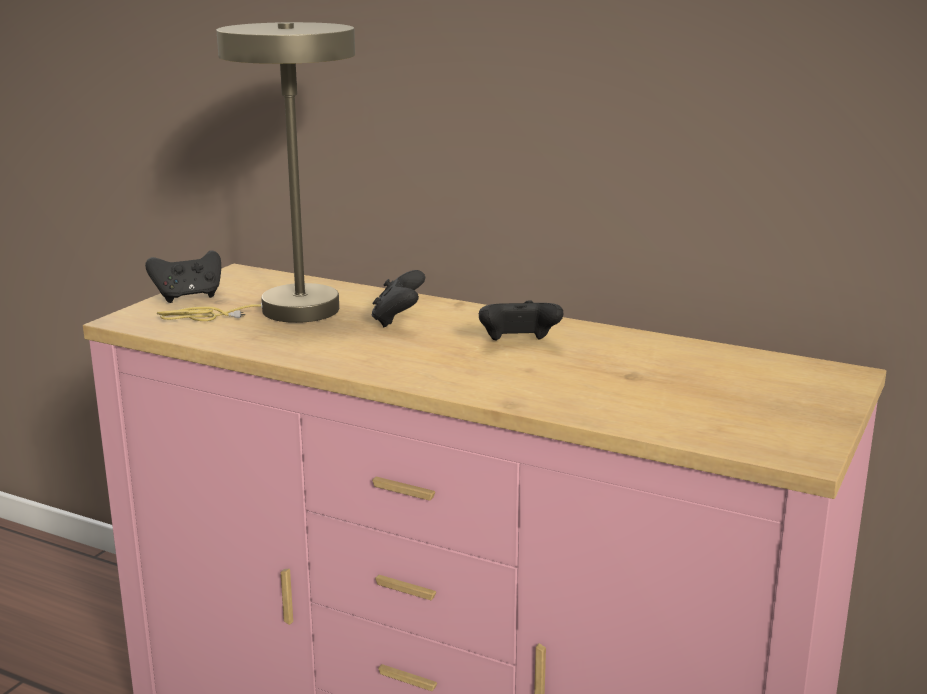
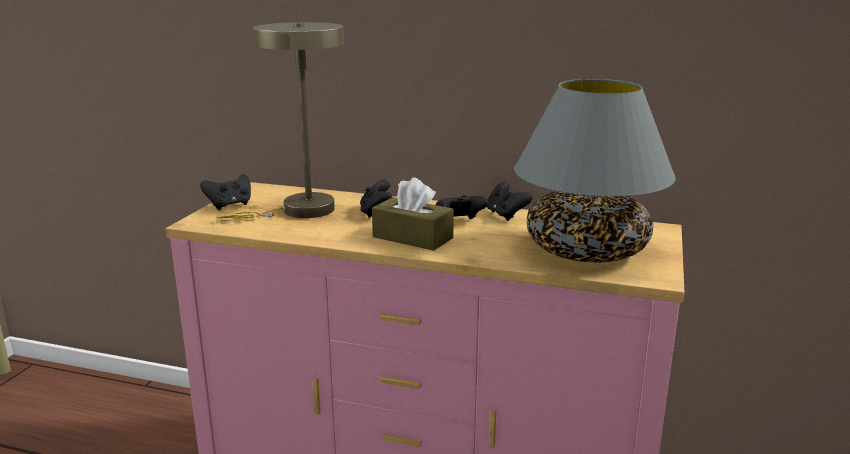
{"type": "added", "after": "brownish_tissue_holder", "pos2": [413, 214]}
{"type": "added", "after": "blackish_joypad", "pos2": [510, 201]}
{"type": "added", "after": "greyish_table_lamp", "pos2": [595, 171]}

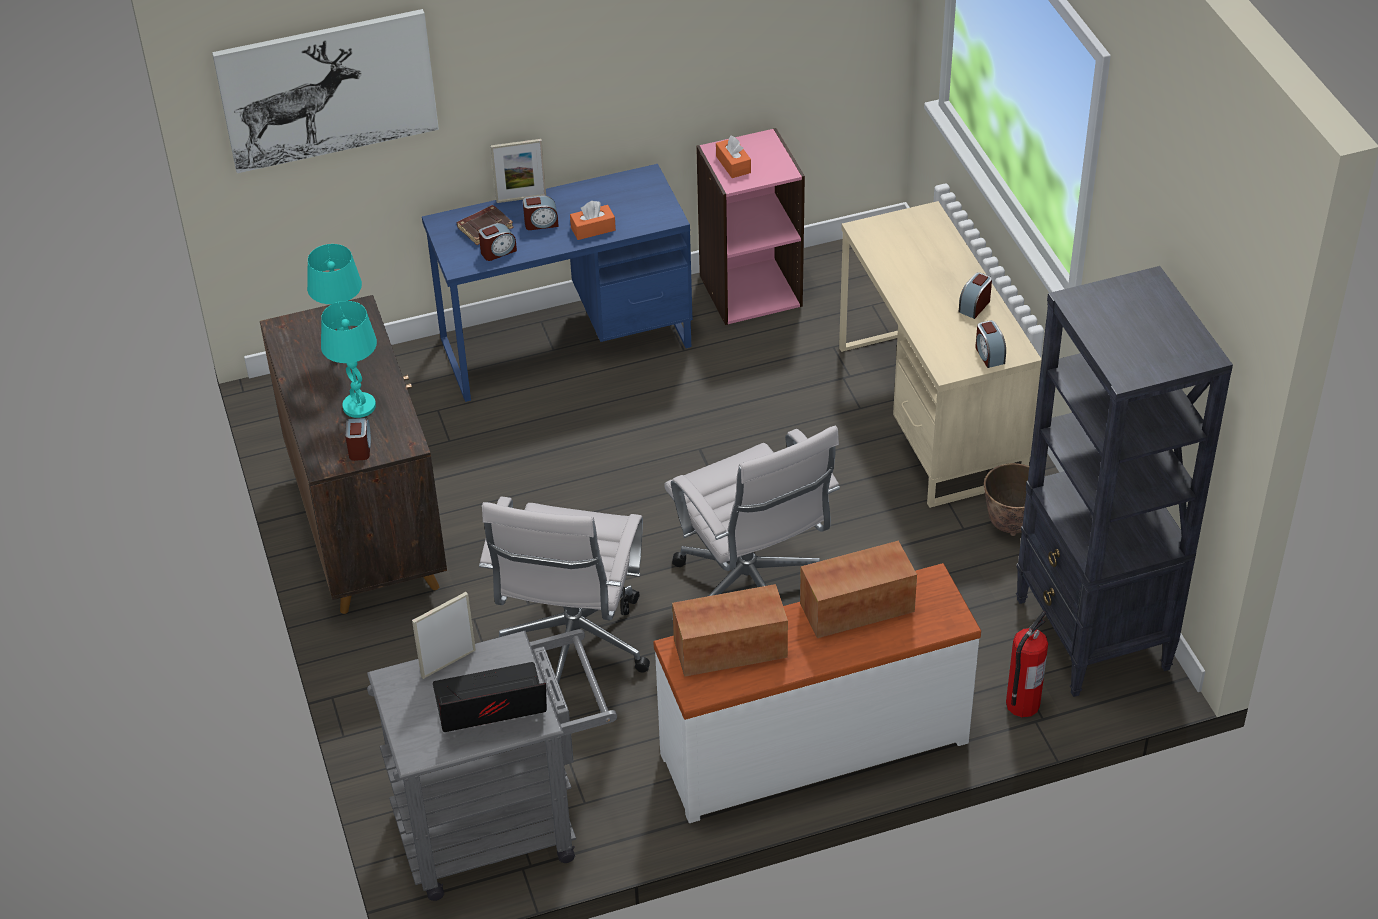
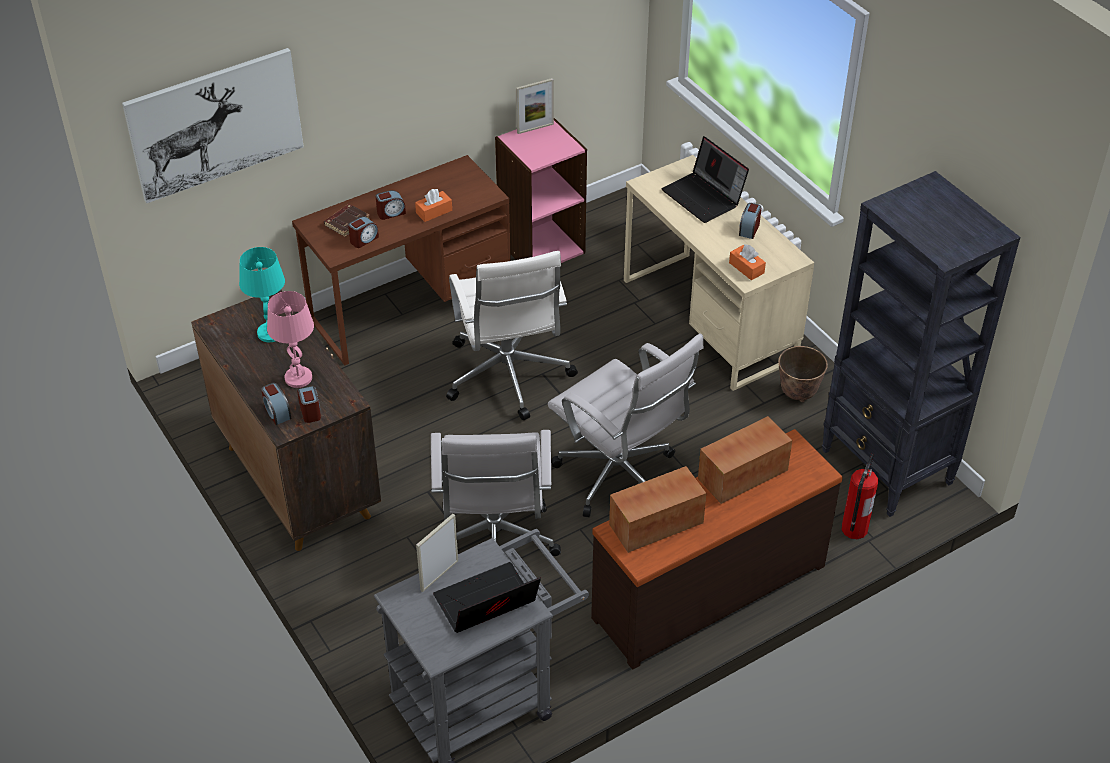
{"type": "recoloured", "before": "blue-green_table_lamp", "after": "pinkish_table_lamp", "pos1": [349, 359], "pos2": [290, 339]}
{"type": "recoloured", "before": "bluish_desk_table", "after": "brownish_desk_table", "pos1": [557, 283], "pos2": [401, 260]}
{"type": "moved", "before": "picture_frame", "pos1": [518, 171], "pos2": [535, 106]}
{"type": "recoloured", "before": "white_chest_of_drawers", "after": "brownish_chest_of_drawers", "pos1": [817, 693], "pos2": [717, 549]}
{"type": "moved", "before": "orangey_tissue_holder", "pos1": [733, 157], "pos2": [747, 262]}
{"type": "moved", "before": "alarm_clock", "pos1": [990, 344], "pos2": [276, 404]}
{"type": "added", "after": "white_desk_chair", "pos2": [512, 335]}
{"type": "added", "after": "portable_computer", "pos2": [705, 179]}

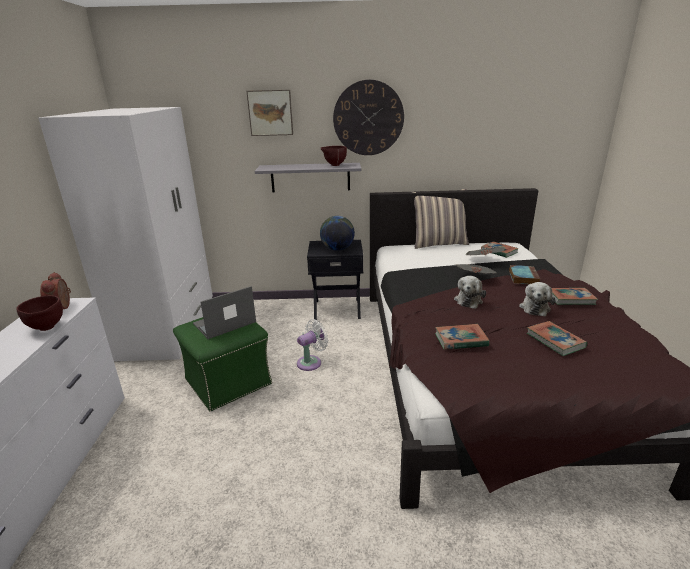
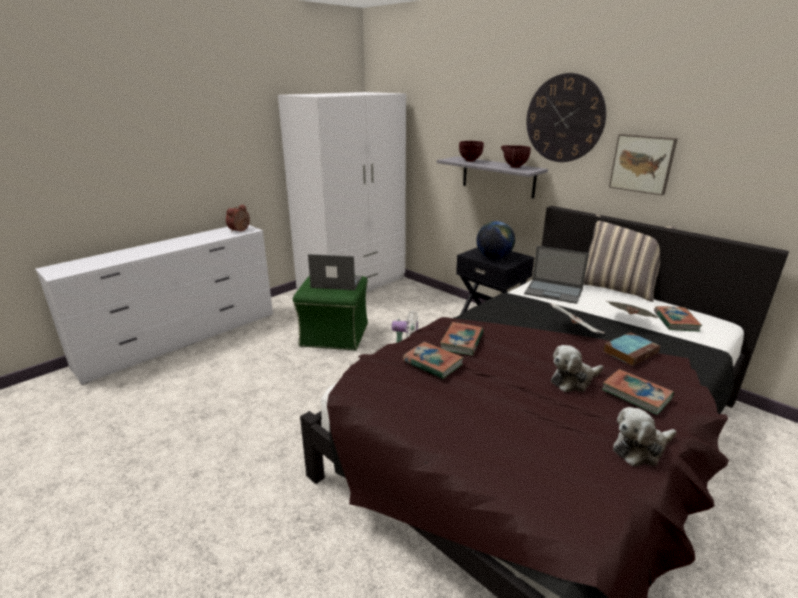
{"type": "moved", "before": "brownish_deep_dish", "pos1": [39, 313], "pos2": [471, 151]}
{"type": "moved", "before": "wall_picture", "pos1": [270, 113], "pos2": [643, 164]}
{"type": "moved", "before": "cuddly_toy", "pos1": [470, 292], "pos2": [644, 436]}
{"type": "moved", "before": "volume", "pos1": [557, 338], "pos2": [462, 338]}
{"type": "added", "after": "portable_computer", "pos2": [556, 275]}

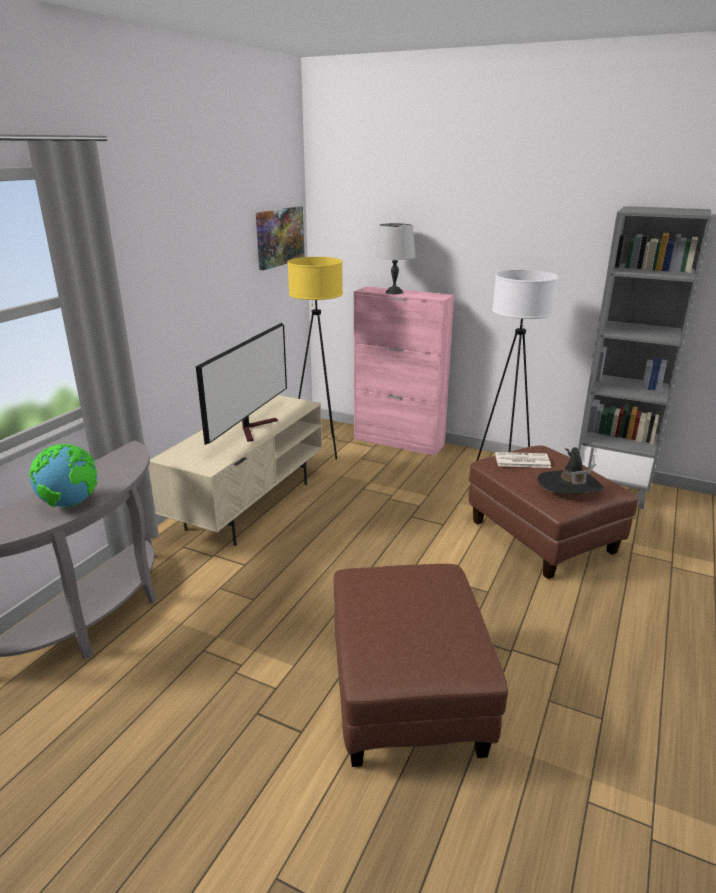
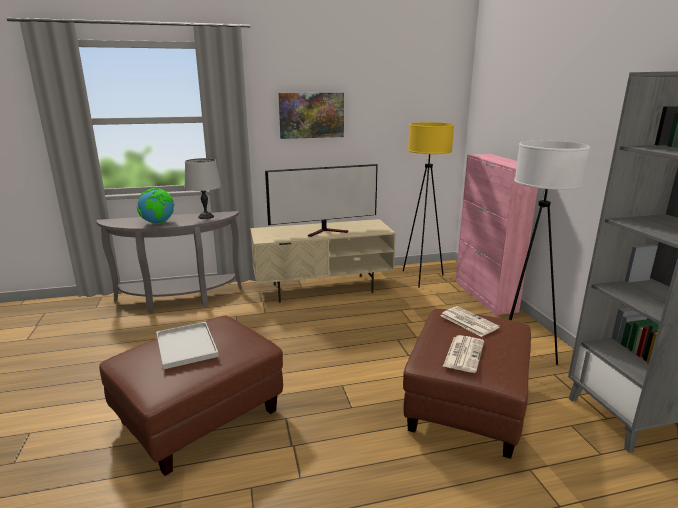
{"type": "moved", "before": "wall_picture", "pos1": [280, 238], "pos2": [311, 116]}
{"type": "moved", "before": "greyish_table_lamp", "pos1": [395, 258], "pos2": [202, 188]}
{"type": "replaced", "before": "blackish_clothing_hat", "after": "newspaper", "pos1": [570, 470], "pos2": [463, 354]}
{"type": "added", "after": "white_carrying_tray", "pos2": [187, 346]}

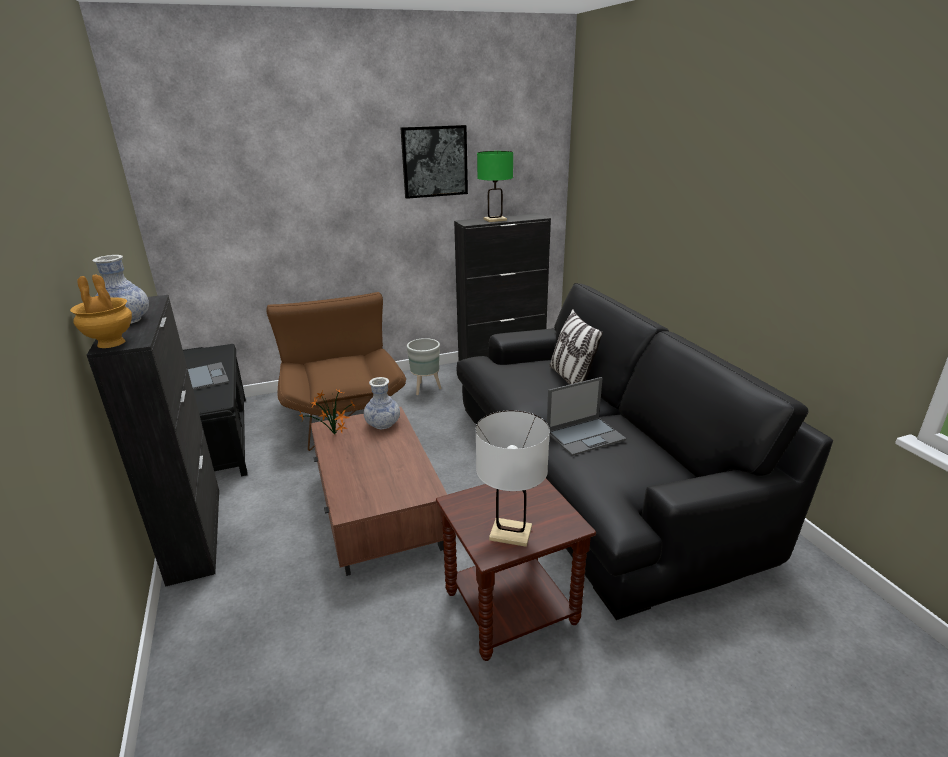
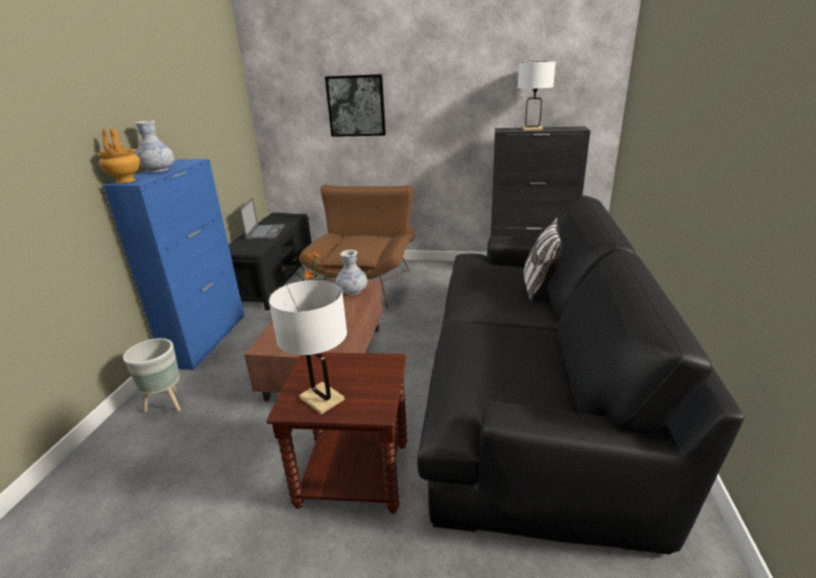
{"type": "recoloured", "before": "blackish_cupboard", "after": "bluish_cupboard", "pos1": [153, 441], "pos2": [173, 264]}
{"type": "moved", "before": "wall_picture", "pos1": [434, 162], "pos2": [355, 105]}
{"type": "moved", "before": "greyish_plant_pot", "pos1": [424, 366], "pos2": [152, 375]}
{"type": "recoloured", "before": "green_table_lamp", "after": "white_table_lamp", "pos1": [495, 186], "pos2": [537, 96]}
{"type": "removed", "before": "portable_computer", "pos1": [586, 416]}

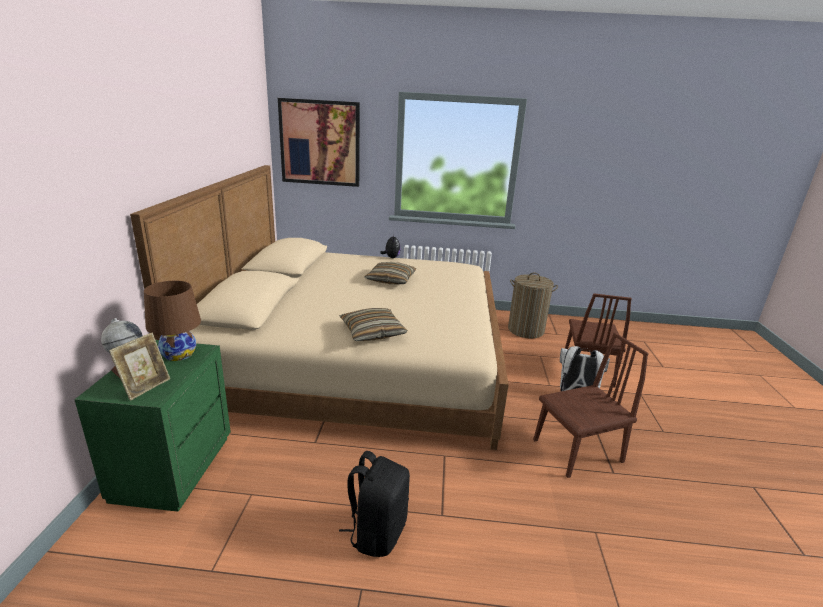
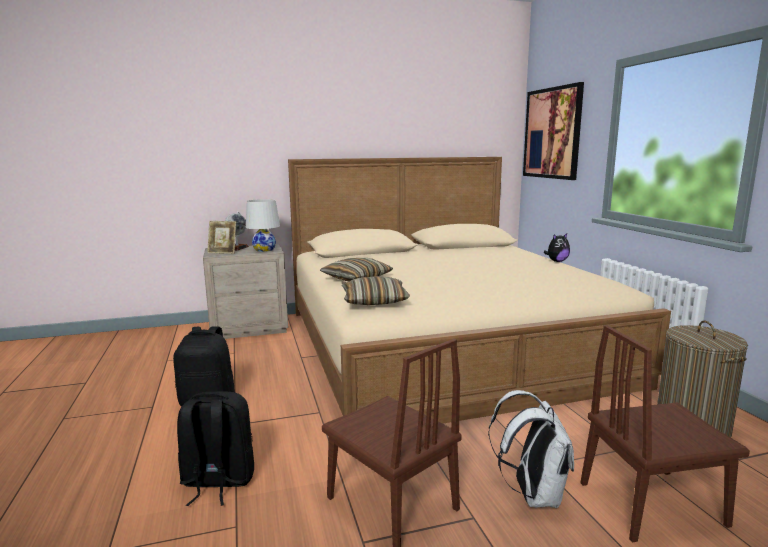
{"type": "recoloured", "before": "green_nightstand", "after": "beige_nightstand", "pos1": [152, 426], "pos2": [245, 291]}
{"type": "recoloured", "before": "brownish_table_lamp", "after": "white_table_lamp", "pos1": [172, 321], "pos2": [263, 225]}
{"type": "moved", "before": "cushion", "pos1": [390, 273], "pos2": [376, 290]}
{"type": "added", "after": "blackish_rucksack", "pos2": [215, 449]}

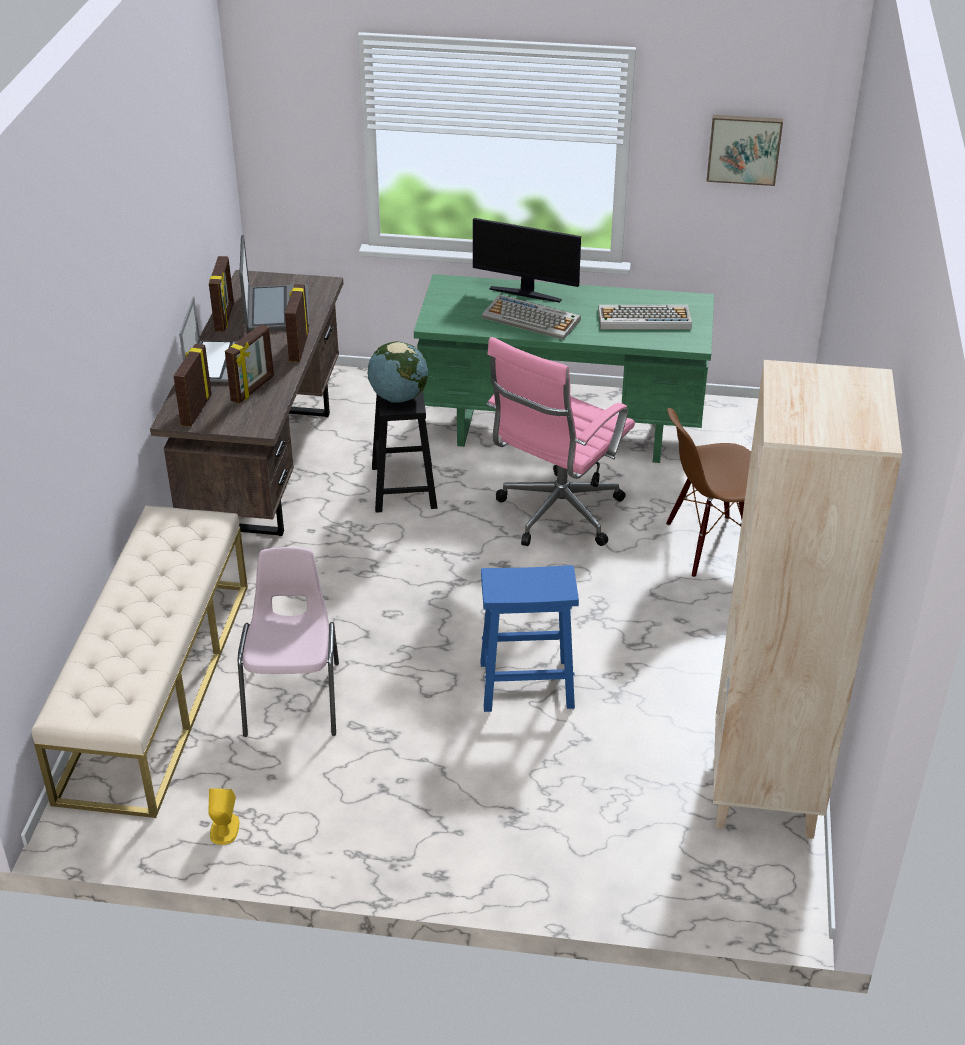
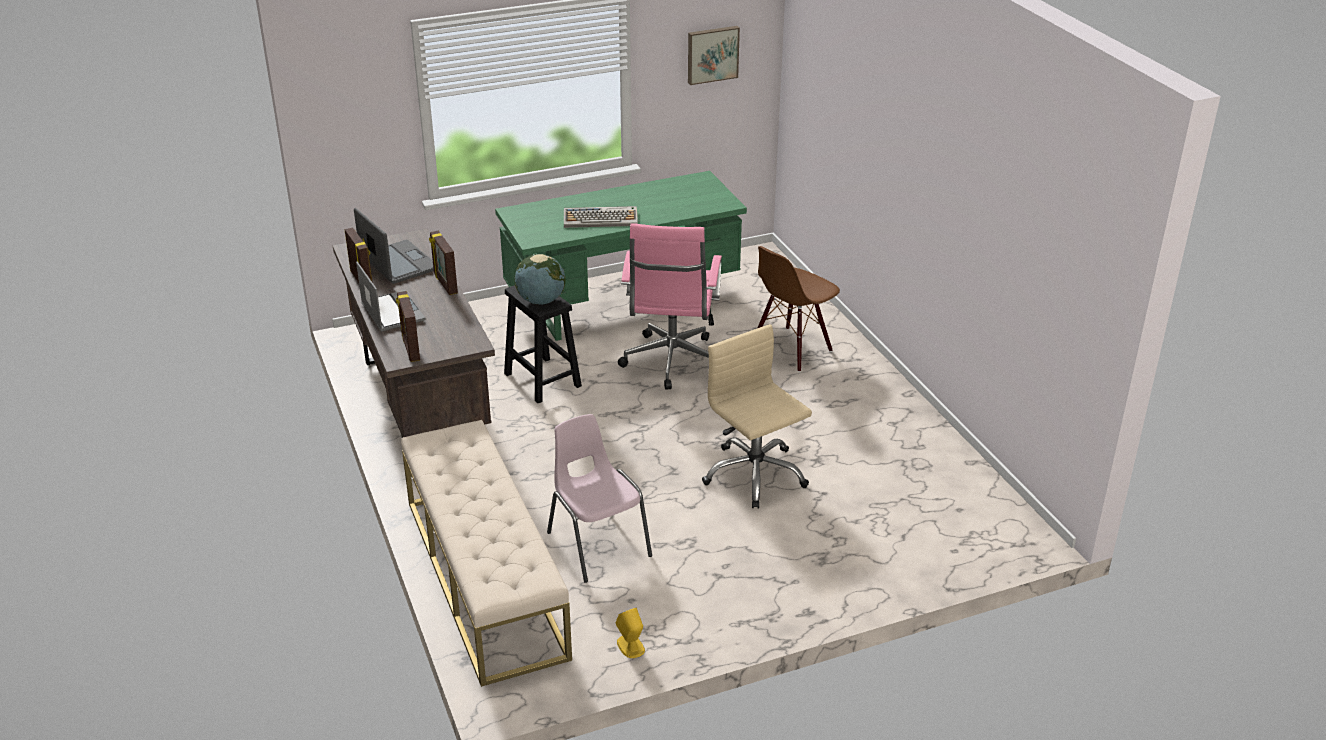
{"type": "removed", "before": "picture_frame", "pos1": [249, 363]}
{"type": "removed", "before": "computer_display", "pos1": [527, 260]}
{"type": "replaced", "before": "bluish_stool_seat", "after": "beige_desk_chair", "pos1": [529, 638], "pos2": [757, 416]}
{"type": "removed", "before": "keyboard", "pos1": [645, 317]}
{"type": "removed", "before": "beige_bookshelf", "pos1": [807, 599]}

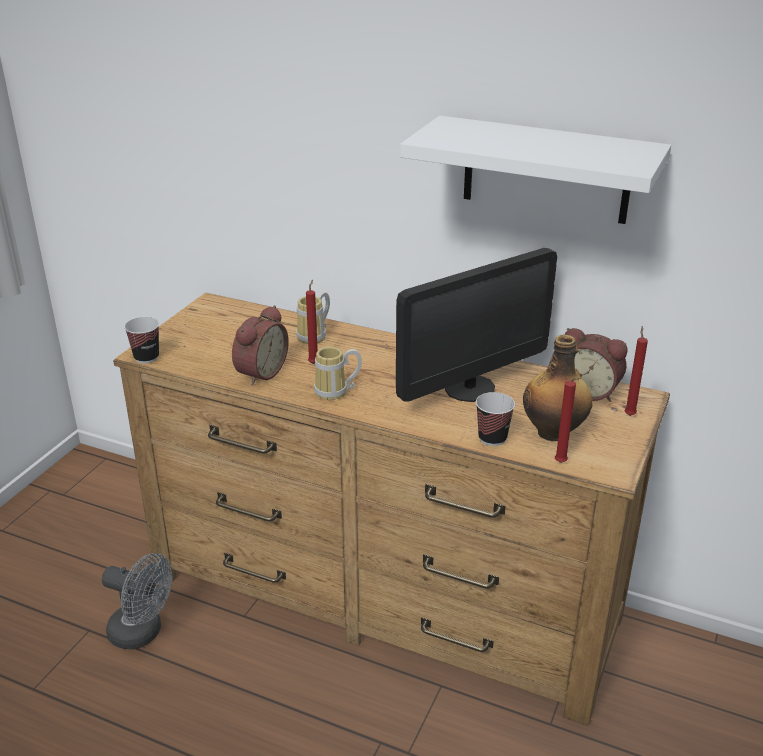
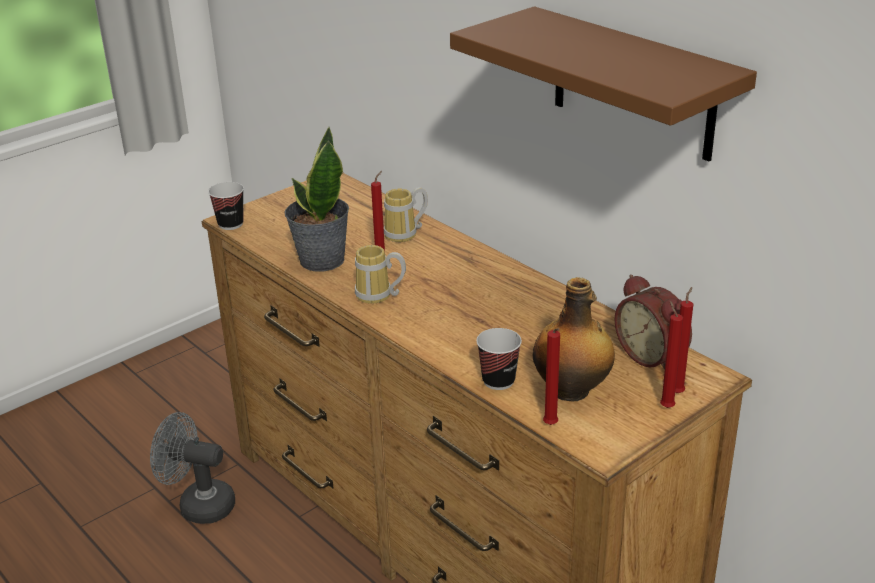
{"type": "turned", "before": "greyish_cooling_fan", "pos1": [137, 601], "pos2": [192, 468], "turn": 150}
{"type": "replaced", "before": "alarm_clock", "after": "plant_in_a_pot", "pos1": [260, 345], "pos2": [316, 199]}
{"type": "removed", "before": "computer_display", "pos1": [476, 325]}
{"type": "recoloured", "before": "white_shelf", "after": "brownish_shelf", "pos1": [535, 170], "pos2": [603, 83]}
{"type": "added", "after": "red-coloured_candle", "pos2": [671, 354]}

